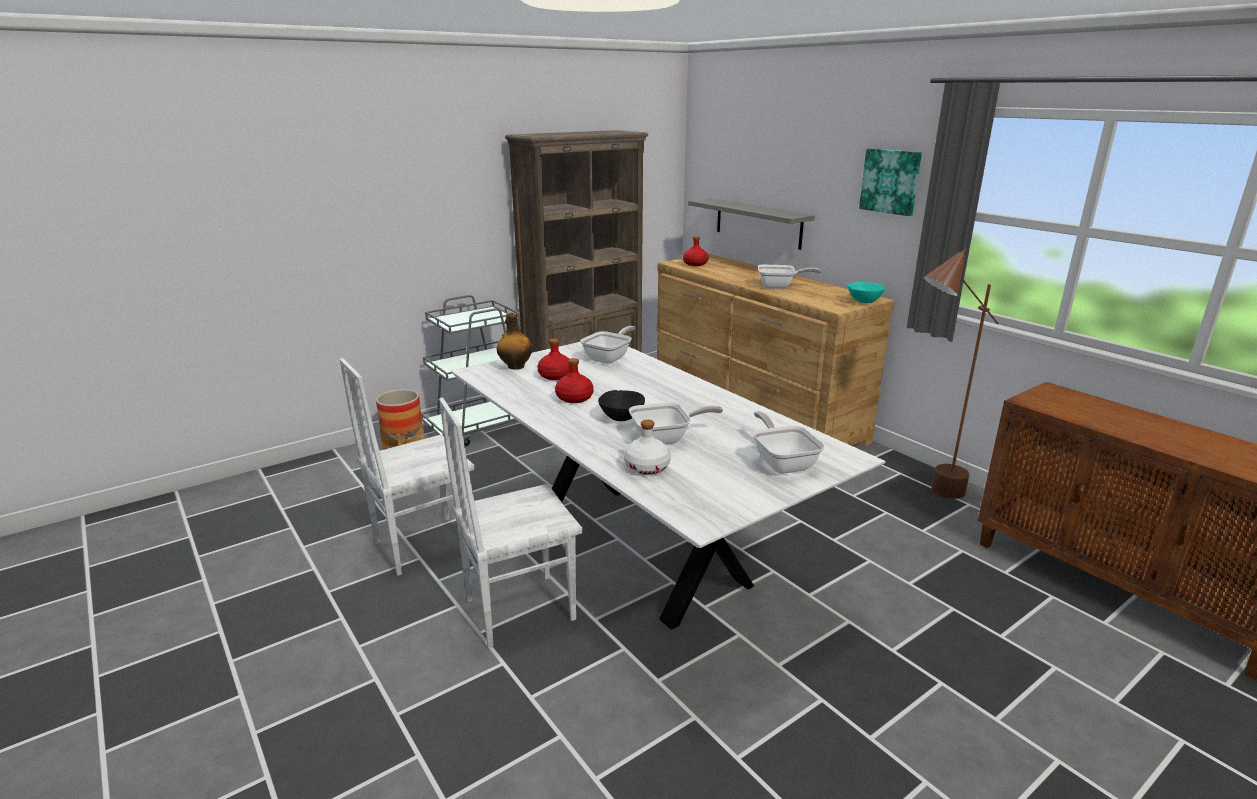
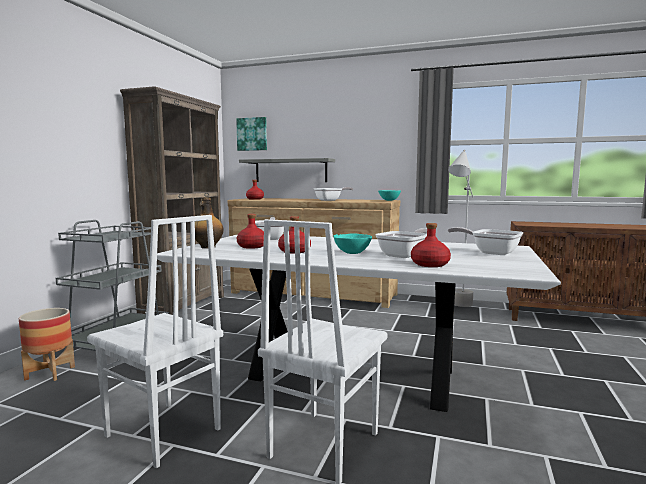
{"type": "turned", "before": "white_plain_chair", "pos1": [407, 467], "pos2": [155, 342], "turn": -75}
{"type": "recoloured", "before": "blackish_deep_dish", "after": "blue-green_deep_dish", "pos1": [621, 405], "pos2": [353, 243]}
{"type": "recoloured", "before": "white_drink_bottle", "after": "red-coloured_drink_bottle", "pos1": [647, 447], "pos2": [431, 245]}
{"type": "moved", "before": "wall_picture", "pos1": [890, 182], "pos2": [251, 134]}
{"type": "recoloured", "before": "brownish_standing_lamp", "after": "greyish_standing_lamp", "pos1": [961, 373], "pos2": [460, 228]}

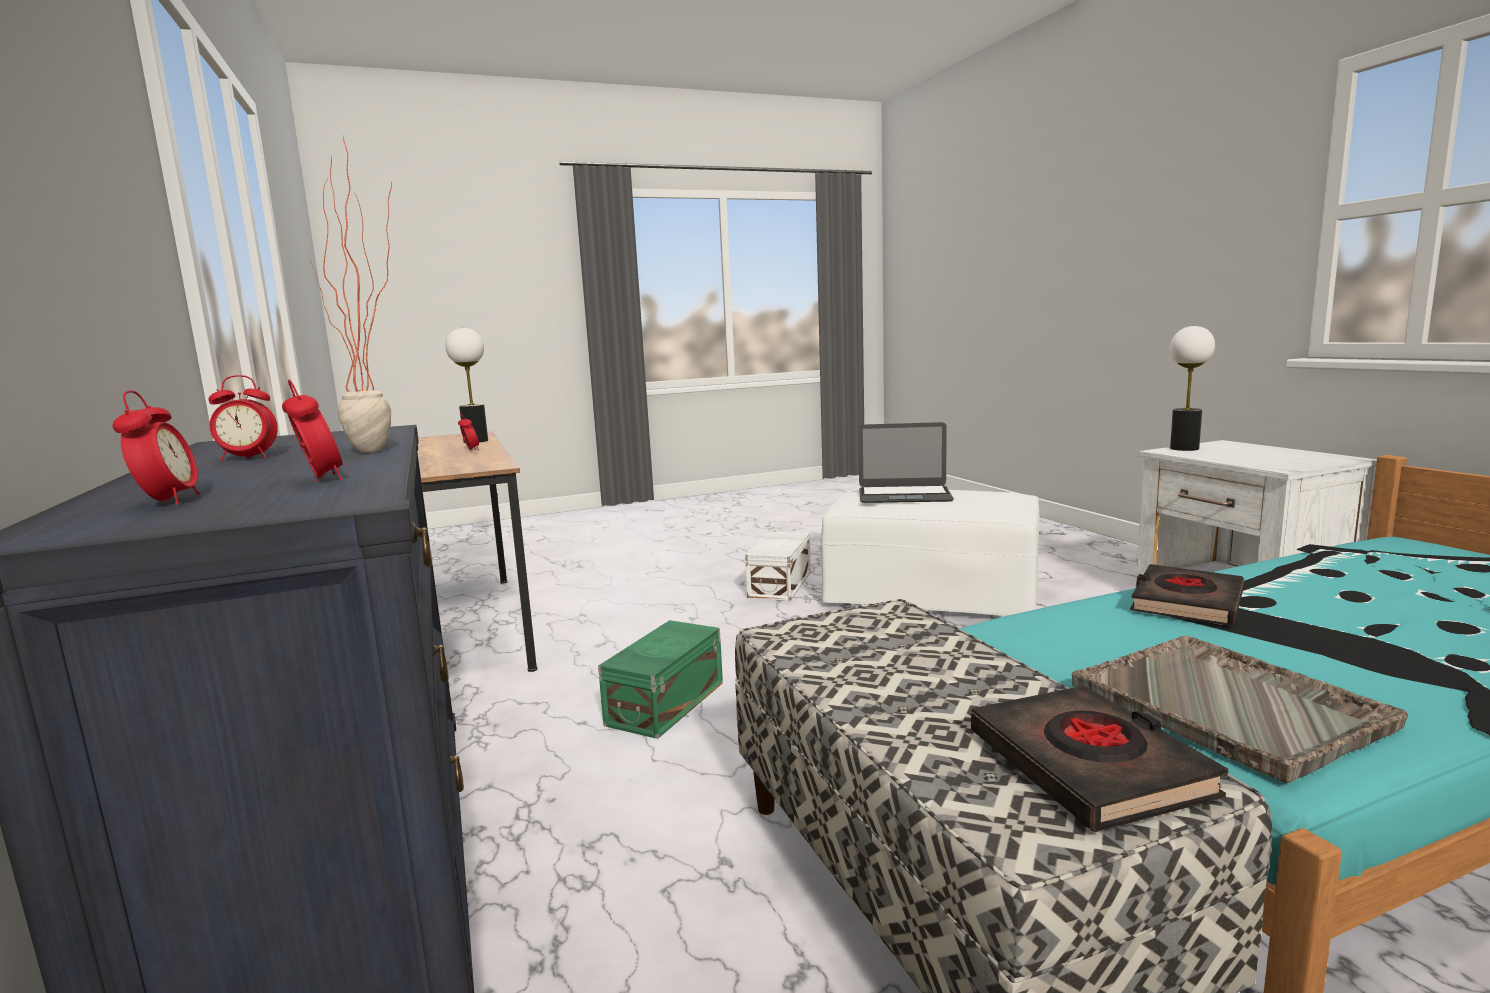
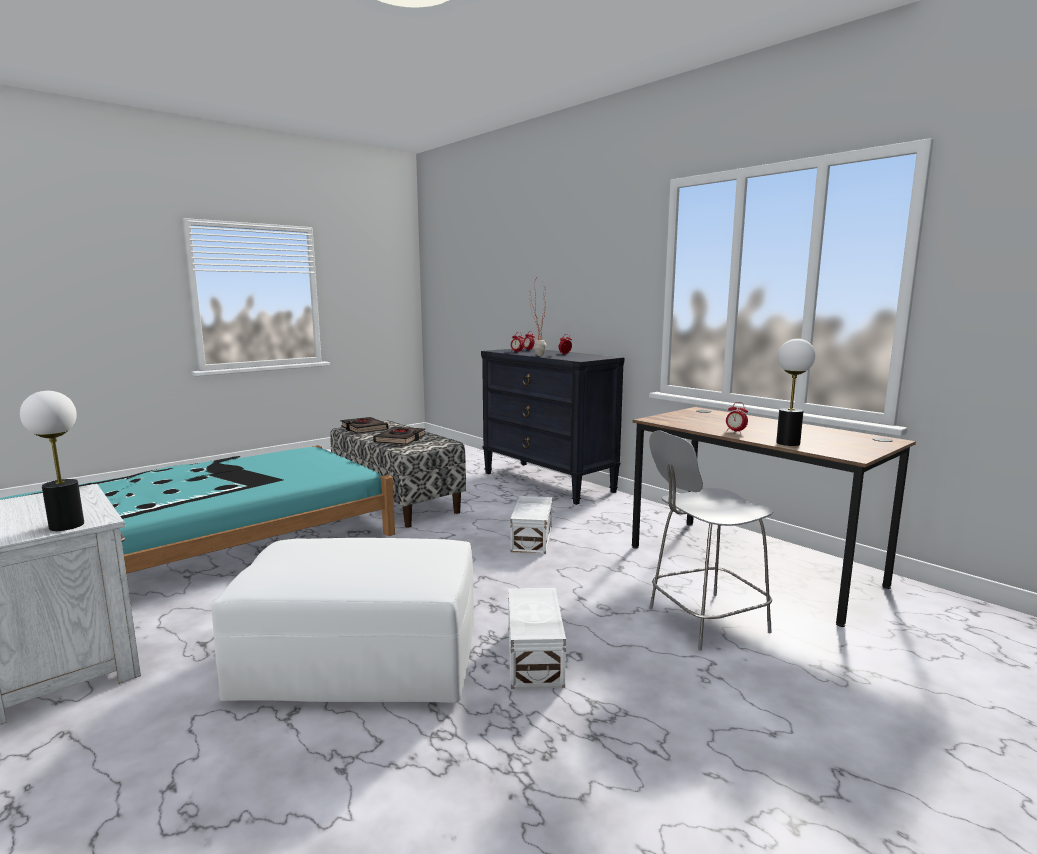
{"type": "recoloured", "before": "green_storage_container", "after": "white_storage_container", "pos1": [660, 679], "pos2": [531, 525]}
{"type": "removed", "before": "portable_computer", "pos1": [906, 462]}
{"type": "removed", "before": "greyish_carrying_tray", "pos1": [1240, 709]}
{"type": "moved", "before": "blackish_volume", "pos1": [1187, 595], "pos2": [399, 436]}
{"type": "added", "after": "greyish_plain_chair", "pos2": [711, 540]}

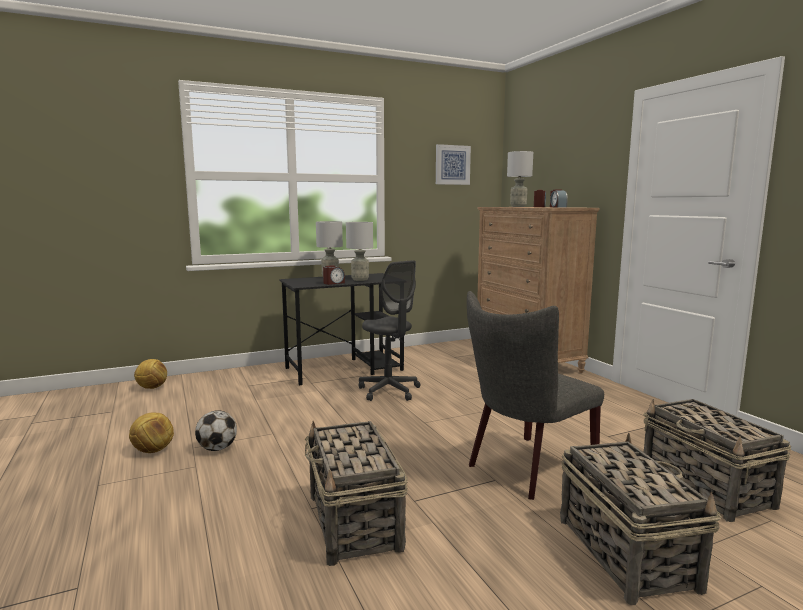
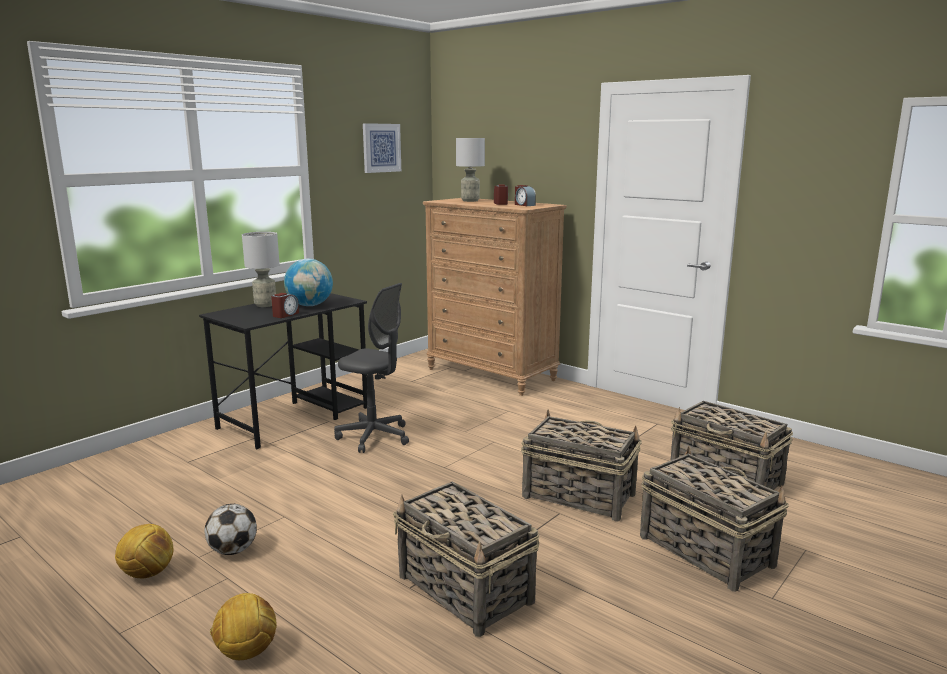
{"type": "moved", "before": "ball_for_football", "pos1": [150, 374], "pos2": [243, 626]}
{"type": "replaced", "before": "greyish_table_lamp", "after": "desk_globe", "pos1": [359, 251], "pos2": [308, 282]}
{"type": "replaced", "before": "greyish_plain_chair", "after": "storage_basket", "pos1": [535, 395], "pos2": [581, 465]}

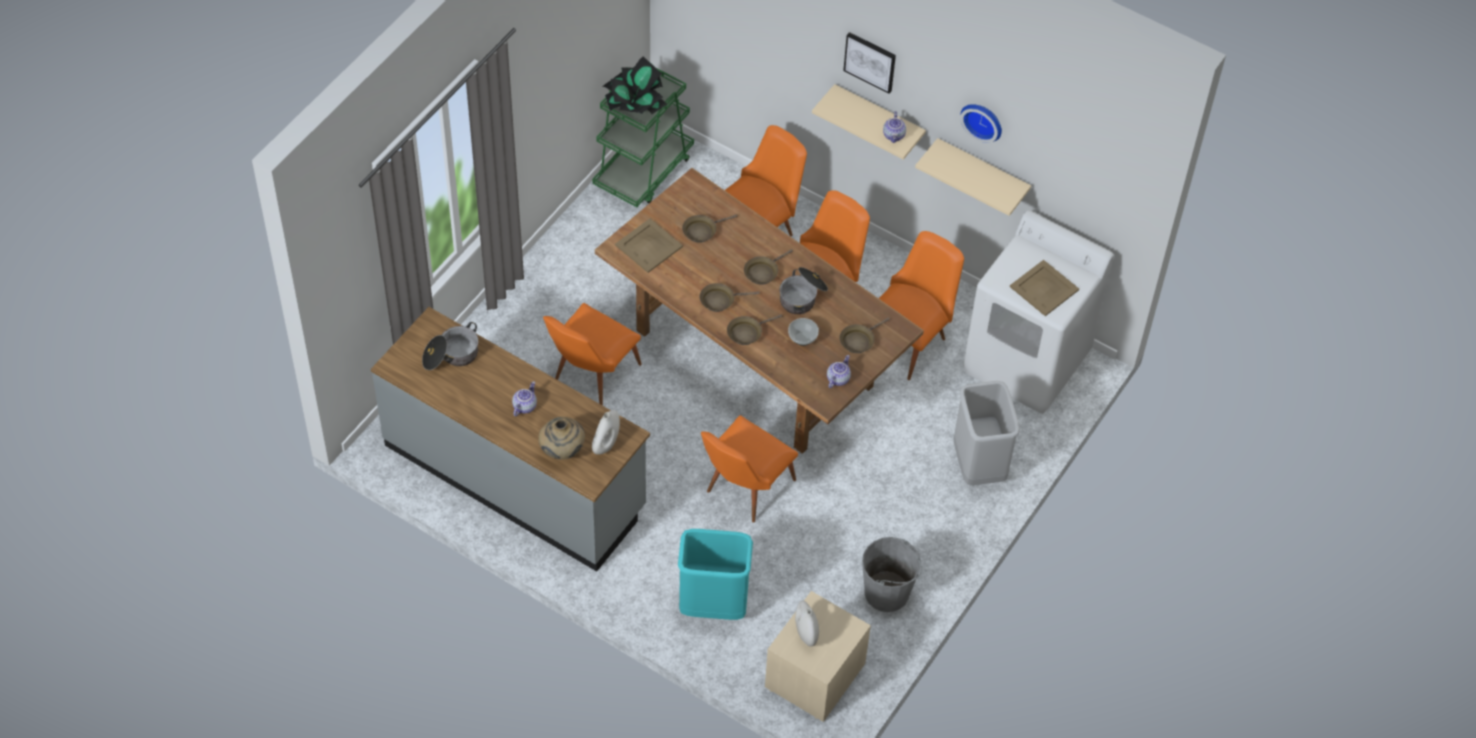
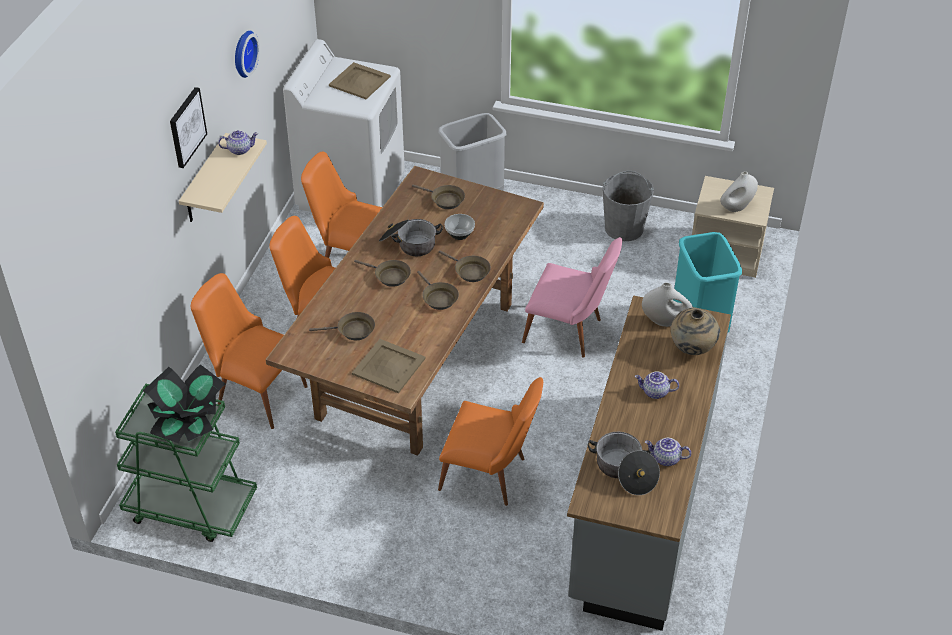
{"type": "turned", "before": "brownish_frying_pan", "pos1": [709, 229], "pos2": [342, 326], "turn": -45}
{"type": "recoloured", "before": "orangey_plain_chair", "after": "pinkish_plain_chair", "pos1": [749, 469], "pos2": [572, 297]}
{"type": "moved", "before": "pot_for_tea", "pos1": [839, 371], "pos2": [668, 452]}
{"type": "removed", "before": "beige_shelf", "pos1": [973, 177]}

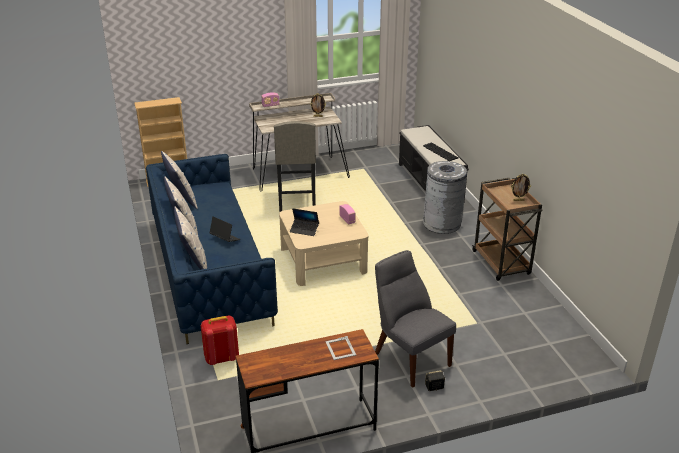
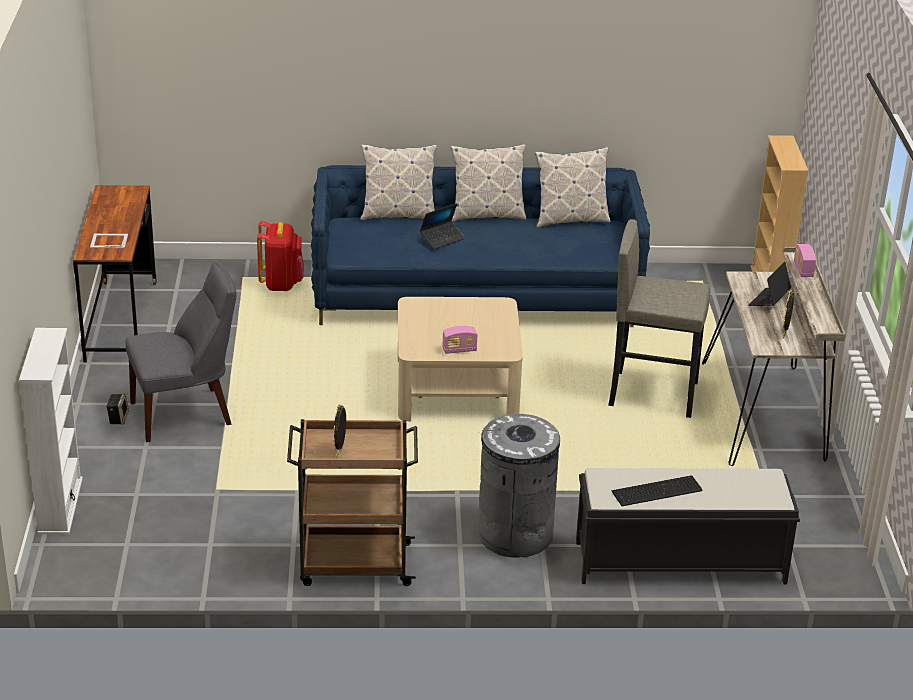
{"type": "moved", "before": "portable_computer", "pos1": [304, 222], "pos2": [769, 284]}
{"type": "added", "after": "white_bookshelf", "pos2": [51, 431]}

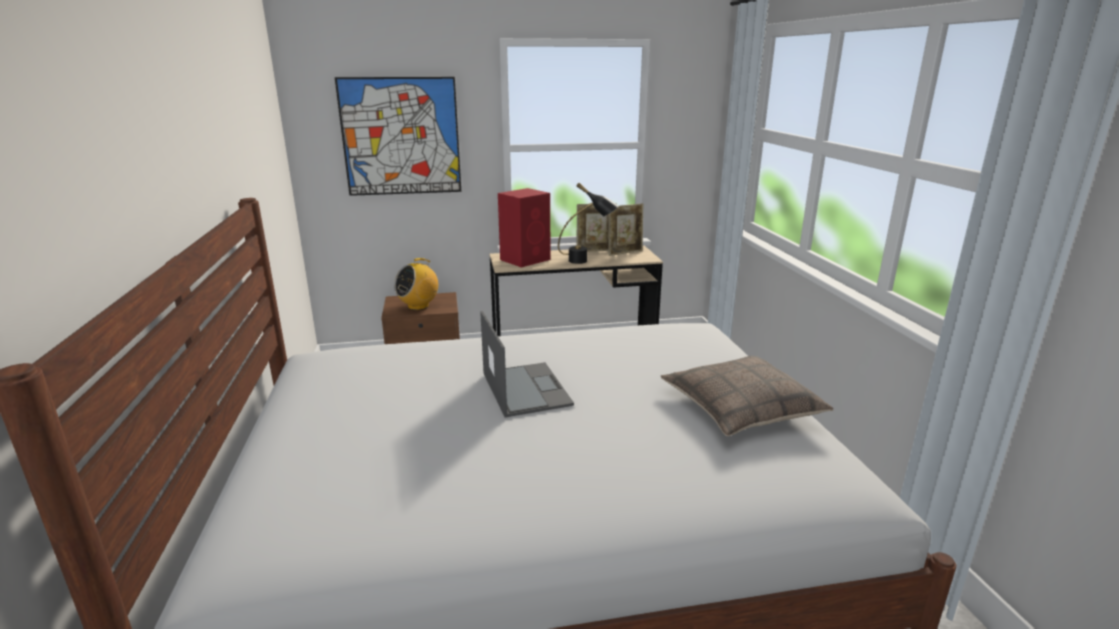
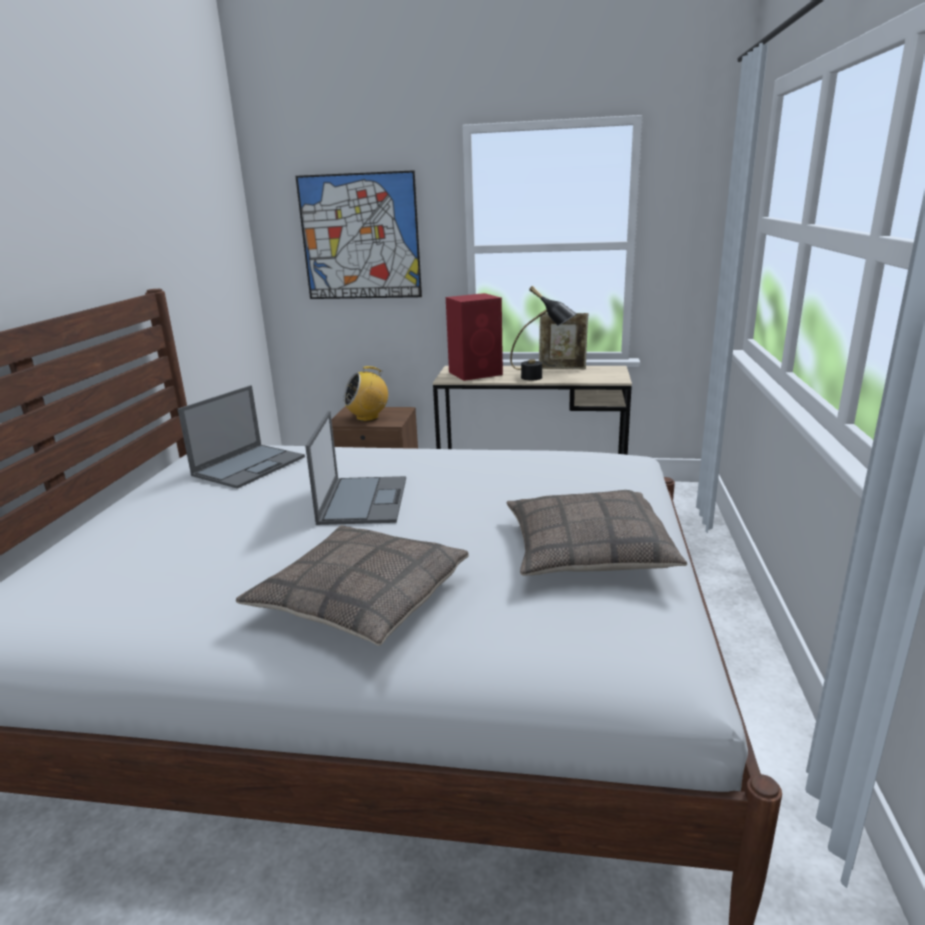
{"type": "removed", "before": "picture_frame", "pos1": [626, 230]}
{"type": "added", "after": "portable_computer", "pos2": [241, 437]}
{"type": "added", "after": "cushion", "pos2": [352, 585]}

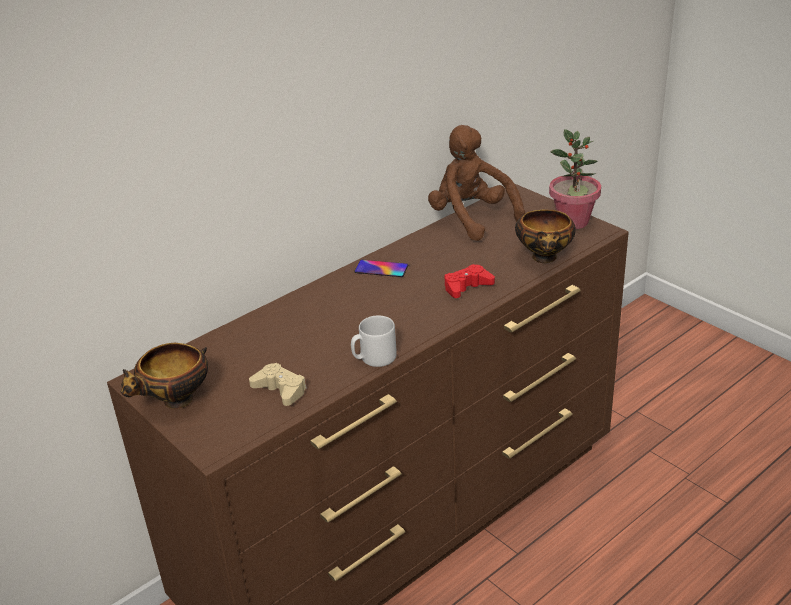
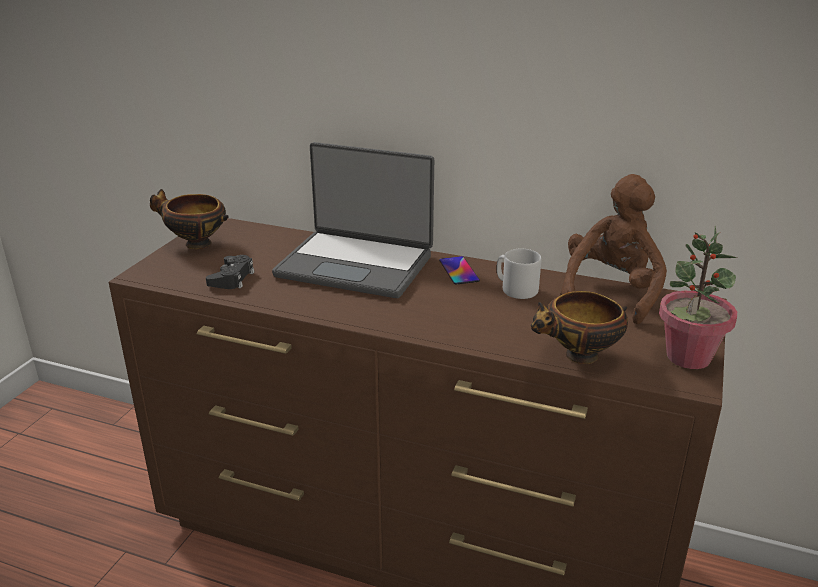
{"type": "recoloured", "before": "beige_joypad", "after": "blackish_joypad", "pos1": [278, 384], "pos2": [230, 272]}
{"type": "moved", "before": "greyish_coffee_mug", "pos1": [374, 341], "pos2": [519, 274]}
{"type": "removed", "before": "red-coloured_joypad", "pos1": [470, 281]}
{"type": "added", "after": "portable_computer", "pos2": [353, 220]}

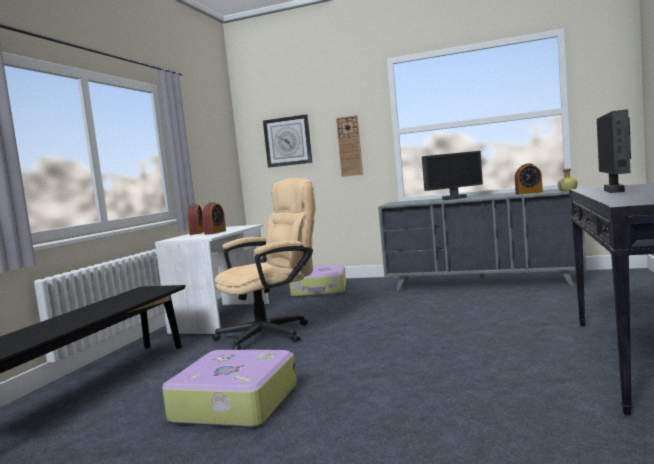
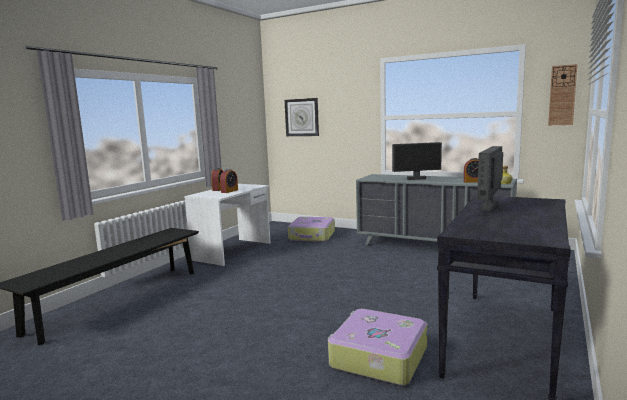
{"type": "moved", "before": "piece_of_luggage", "pos1": [229, 389], "pos2": [377, 347]}
{"type": "removed", "before": "beige_desk_chair", "pos1": [263, 264]}
{"type": "moved", "before": "clock_on_the_wall", "pos1": [349, 146], "pos2": [562, 94]}

